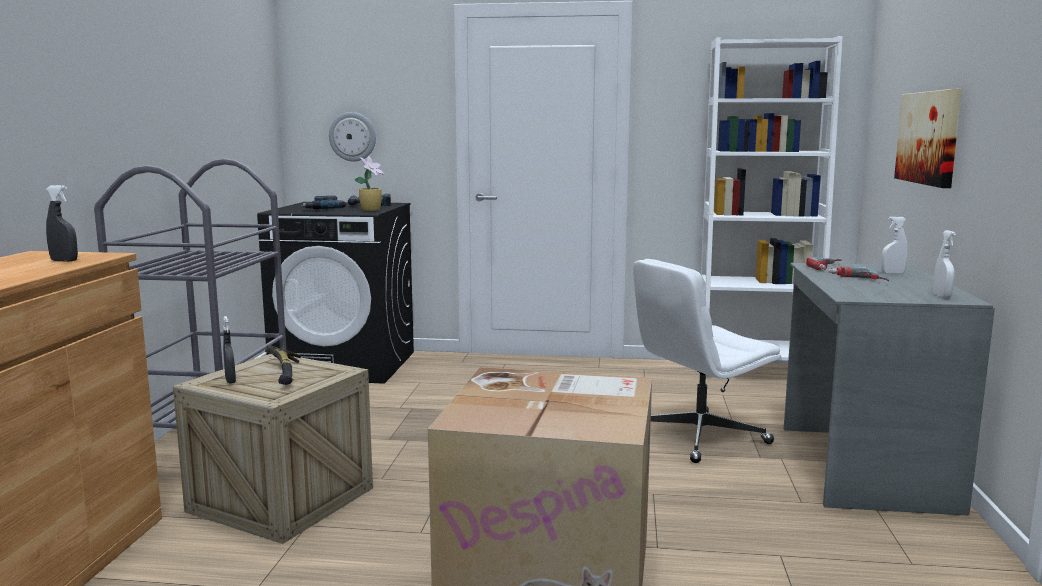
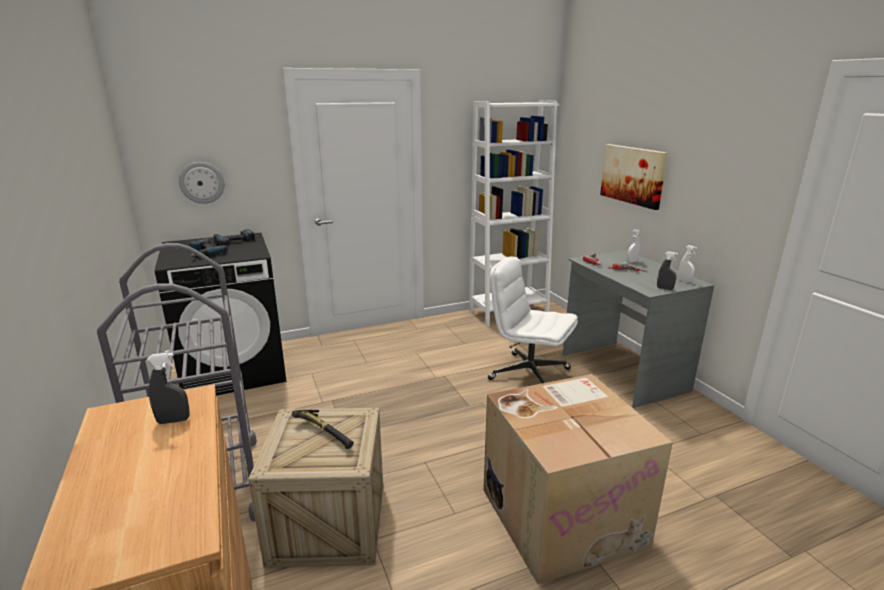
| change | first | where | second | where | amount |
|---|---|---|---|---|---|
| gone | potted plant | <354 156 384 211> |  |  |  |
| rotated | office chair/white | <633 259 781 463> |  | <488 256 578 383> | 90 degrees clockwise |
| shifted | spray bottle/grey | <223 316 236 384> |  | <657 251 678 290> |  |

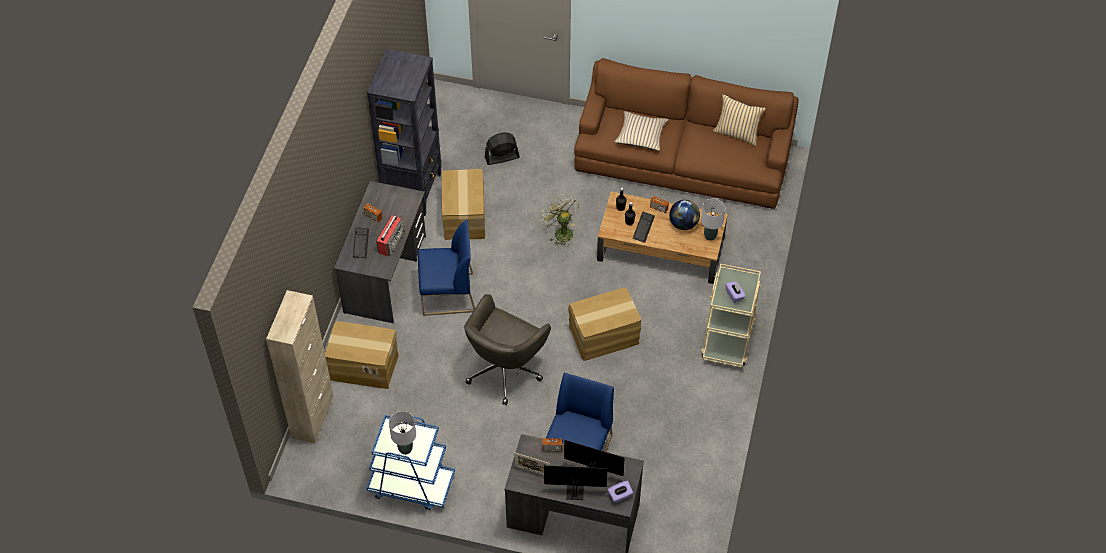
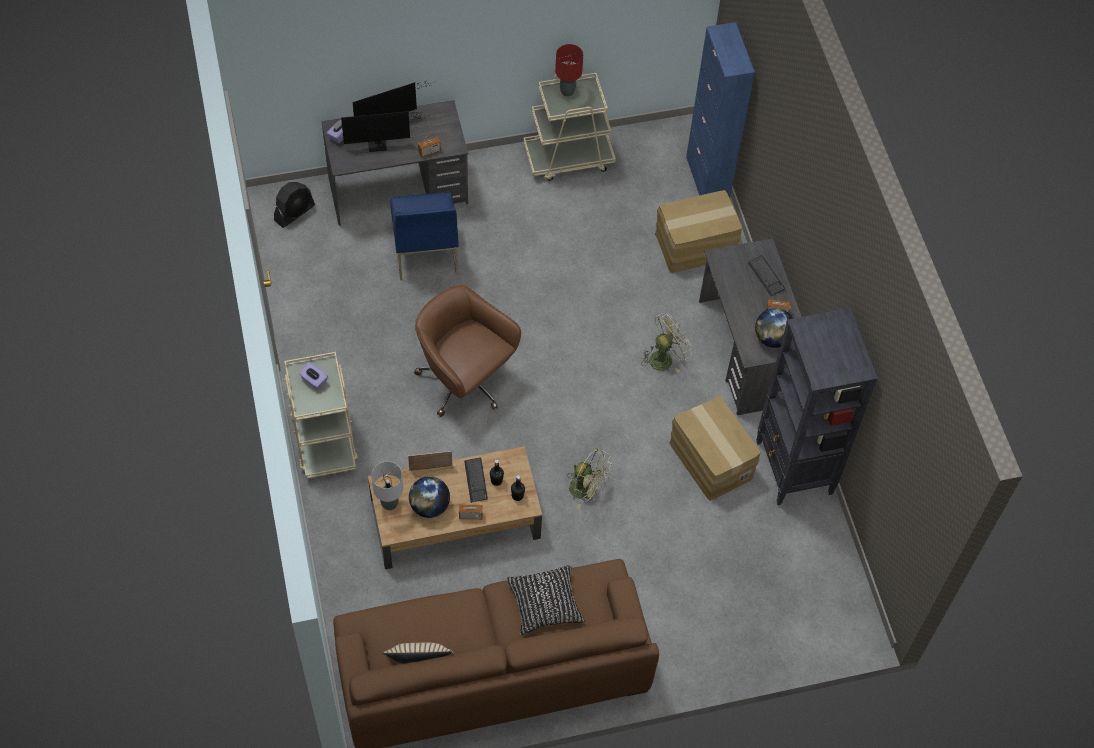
| change | first | where | second | where | amount |
|---|---|---|---|---|---|
| repainted | pillow/beige | <614 111 668 151> | pillow/black | <506 565 585 635> |  |
| shifted | fan/black | <485 132 520 165> |  | <274 182 315 228> |  |
| gone | radio | <376 215 405 256> |  |  |  |
| swapped | chair/blue | <418 220 475 316> | fan/green | <642 313 692 372> |  |
| swapped | cardboard box | <568 287 641 361> | office chair/brown | <414 285 521 417> |  |
| repainted | cabinet/beige | <266 290 334 443> | cabinet/blue | <686 22 755 198> |  |
| gone | office chair/grey | <464 294 551 405> |  |  |  |
| repainted | table lamp/grey | <389 411 416 455> | table lamp/red | <555 44 583 97> |  |
| repainted | cart/blue | <366 415 455 510> | cart/beige | <524 73 616 181> |  |
| shifted | picture frame | <514 452 550 475> |  | <408 451 453 471> |  |
| new |  |  | globe | <755 308 793 348> |  |

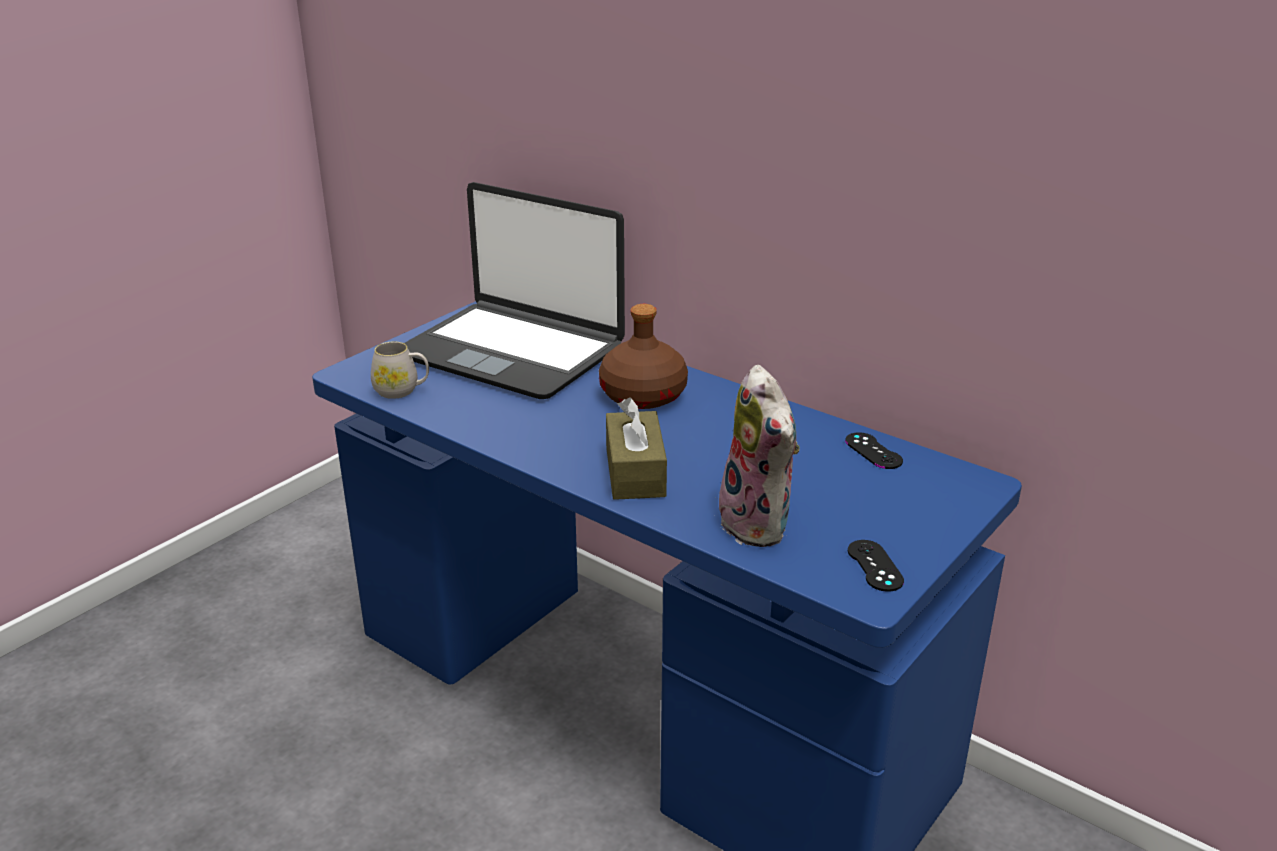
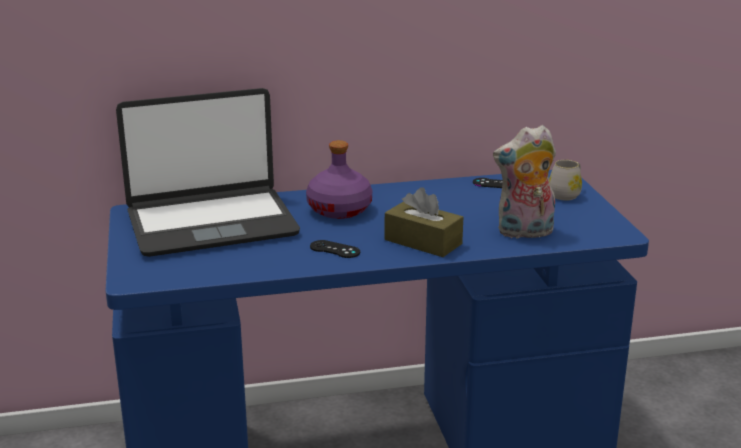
| change | first | where | second | where | amount |
|---|---|---|---|---|---|
| repainted | bottle/brown | <599 304 688 409> | bottle/purple | <306 140 372 219> |  |
| shifted | mug/white | <371 341 429 399> |  | <549 160 582 201> |  |
| rotated | plush toy | <719 365 800 547> |  | <493 125 556 240> | 150 degrees clockwise |
| shifted | game controller/black | <848 540 904 592> |  | <310 240 360 258> |  |

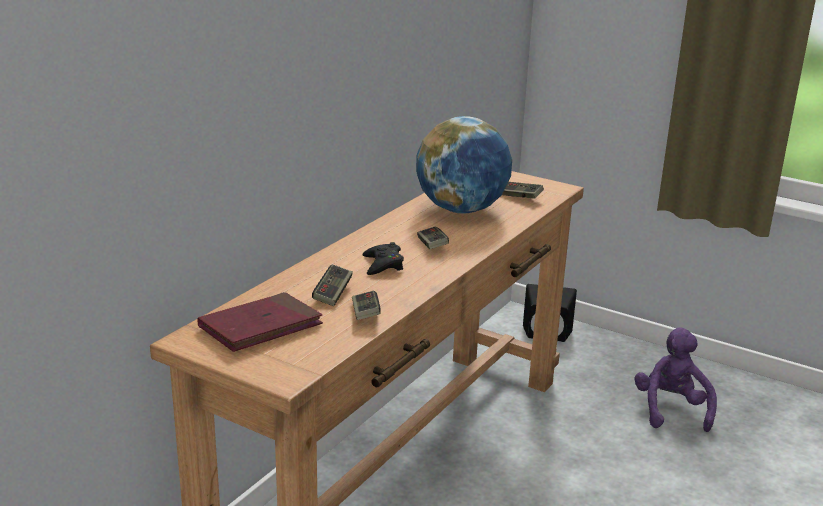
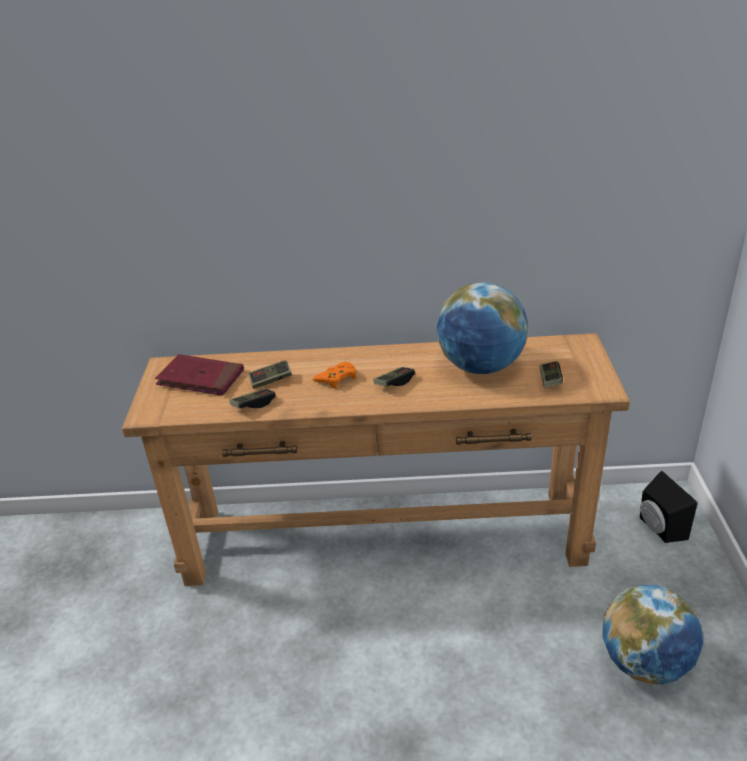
| change | first | where | second | where | amount |
|---|---|---|---|---|---|
| repainted | game controller/black | <362 242 404 275> | game controller/orange | <313 362 357 389> |  |
| swapped | plush toy/purple | <635 328 717 432> | globe | <602 585 703 684> |  |

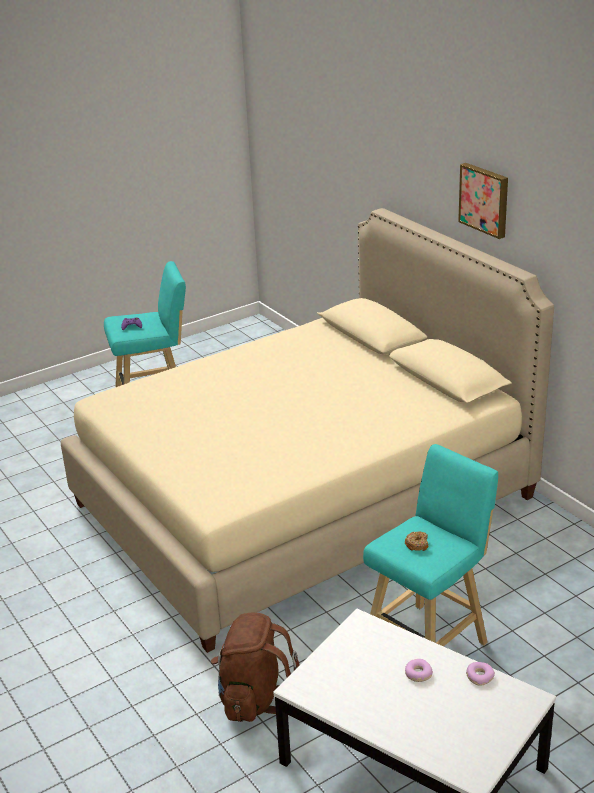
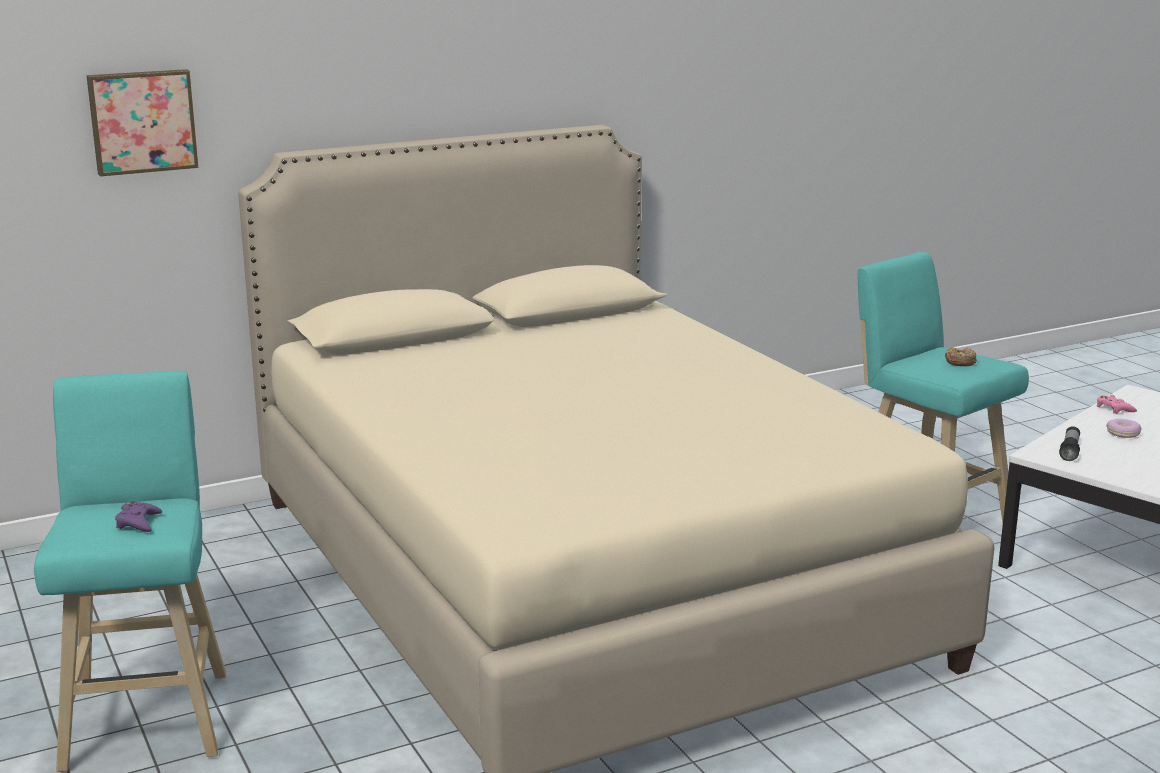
| change | first | where | second | where | amount |
|---|---|---|---|---|---|
| shifted | picture | <458 163 508 239> |  | <86 69 198 176> |  |
| gone | backpack/brown | <211 613 300 722> |  |  |  |
| swapped | donut | <466 662 495 686> | game controller/pink | <1097 395 1137 414> |  |
| new |  |  | flashlight | <1059 426 1080 461> |  |

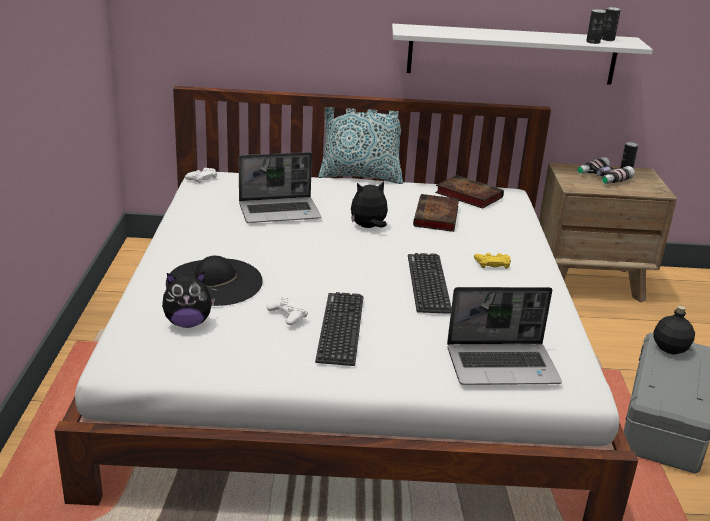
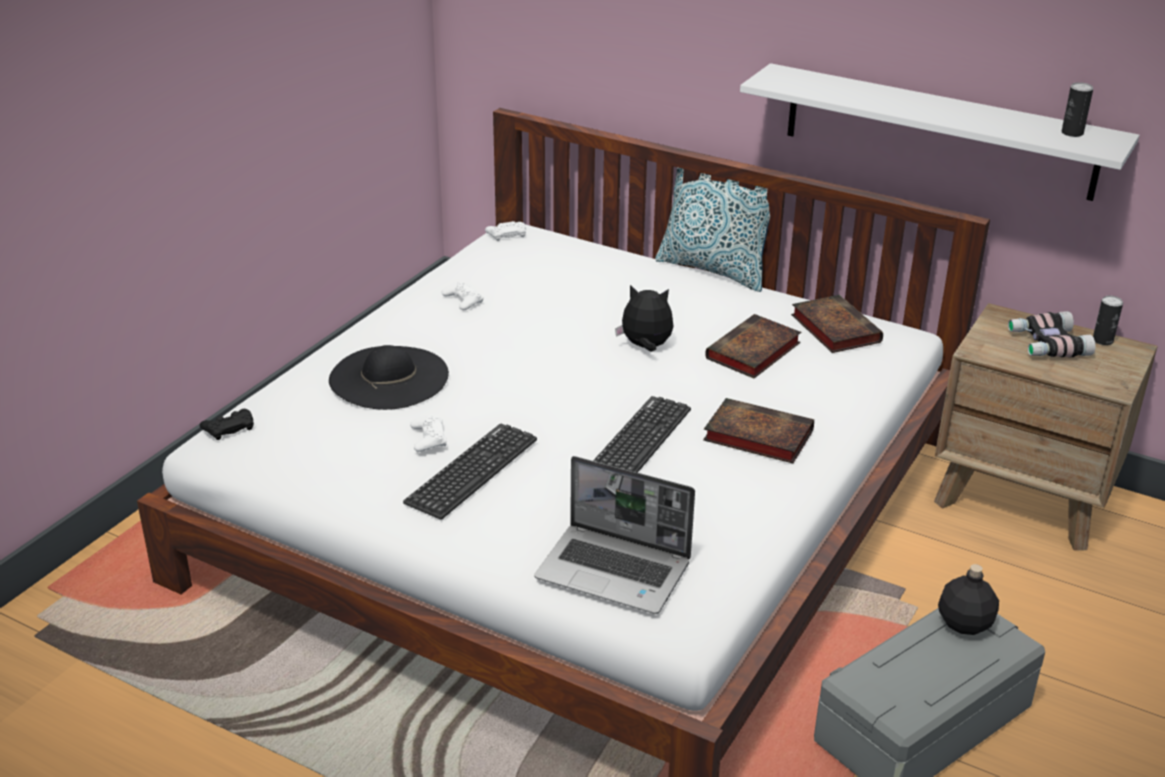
| change | first | where | second | where | amount |
|---|---|---|---|---|---|
| gone | can | <586 9 606 44> |  |  |  |
| gone | laptop | <239 152 321 223> |  |  |  |
| swapped | game controller/yellow | <474 253 511 269> | book | <703 398 814 463> |  |
| gone | plush toy | <162 272 215 328> |  |  |  |
| new |  |  | game controller/white | <441 282 484 310> |  |
| new |  |  | game controller/black | <200 409 254 440> |  |

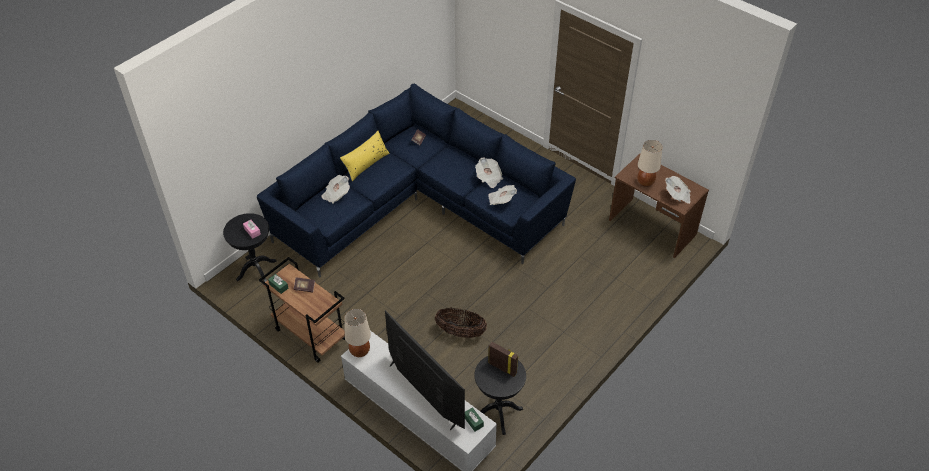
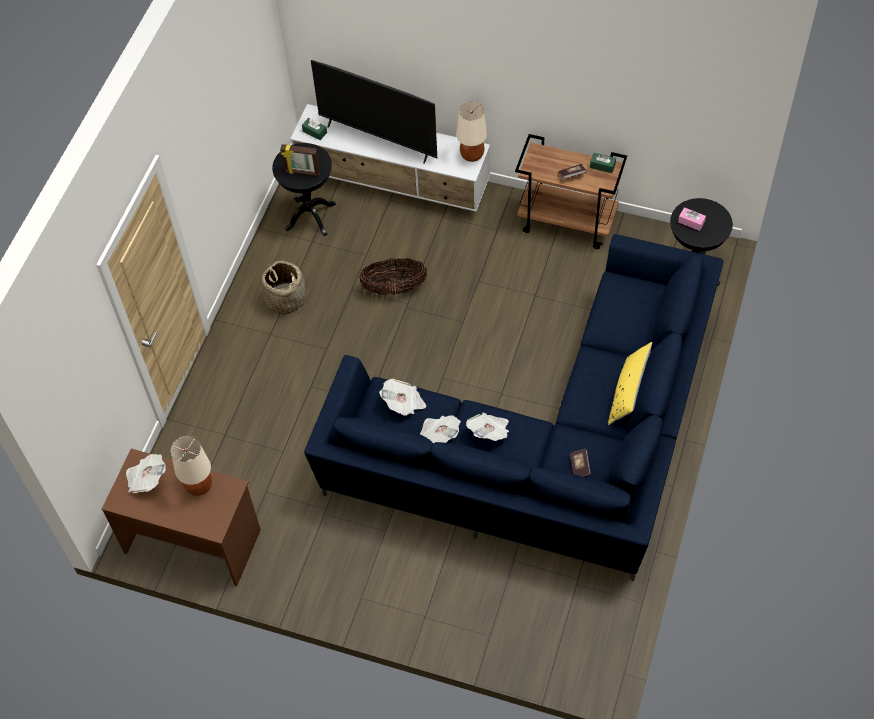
| change | first | where | second | where | amount |
|---|---|---|---|---|---|
| shifted | newspaper | <321 175 350 204> |  | <466 413 509 441> |  |
| new |  |  | basket | <262 261 306 314> |  |

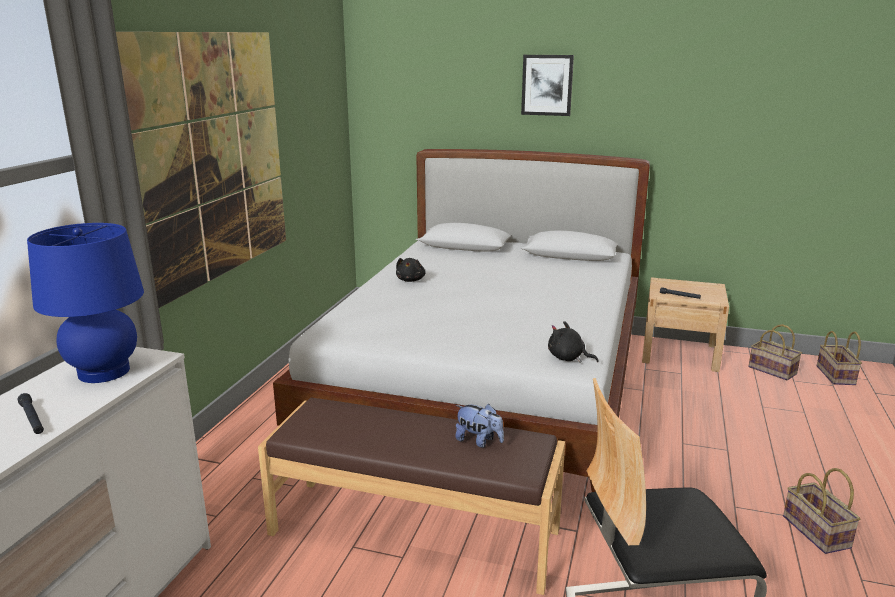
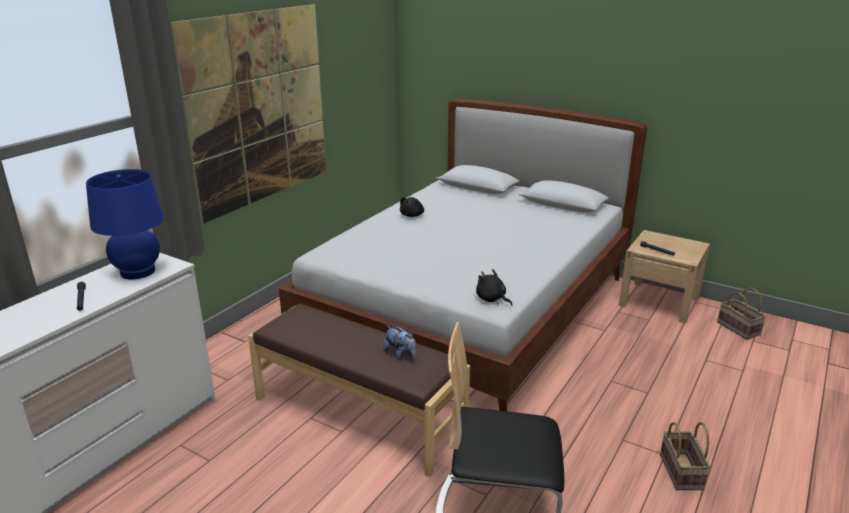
| change | first | where | second | where | amount |
|---|---|---|---|---|---|
| gone | picture | <521 55 574 116> |  |  |  |
| gone | basket | <817 331 862 385> |  |  |  |

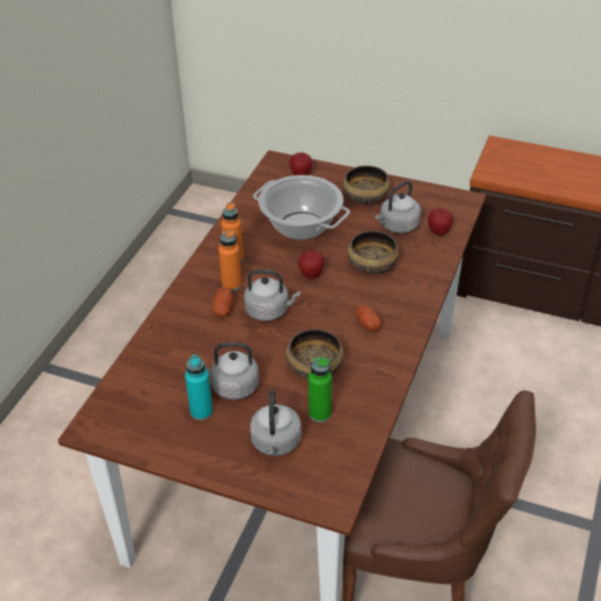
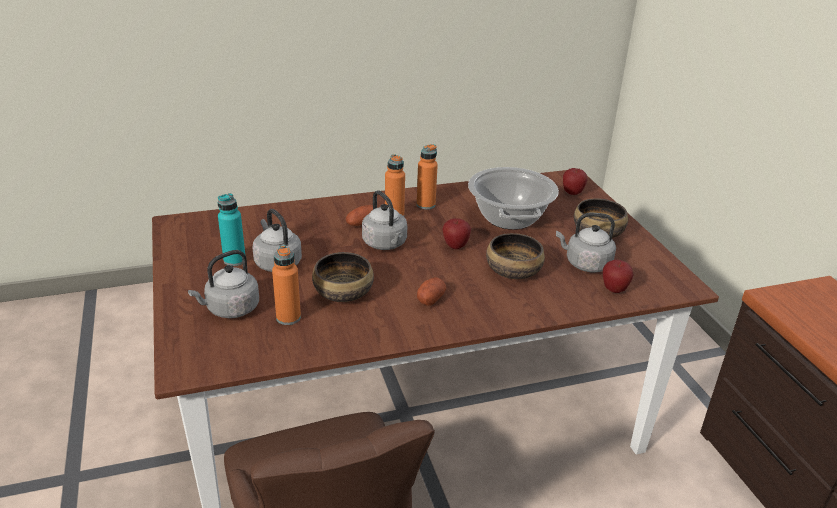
| change | first | where | second | where | amount |
|---|---|---|---|---|---|
| repainted | bottle/green | <308 357 332 422> | bottle/orange | <272 246 301 325> |  |

